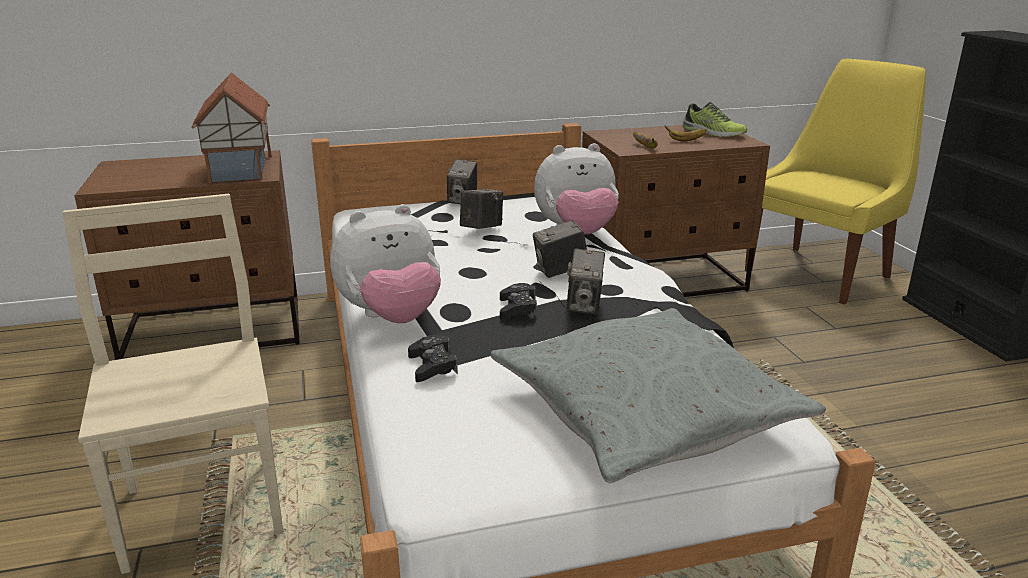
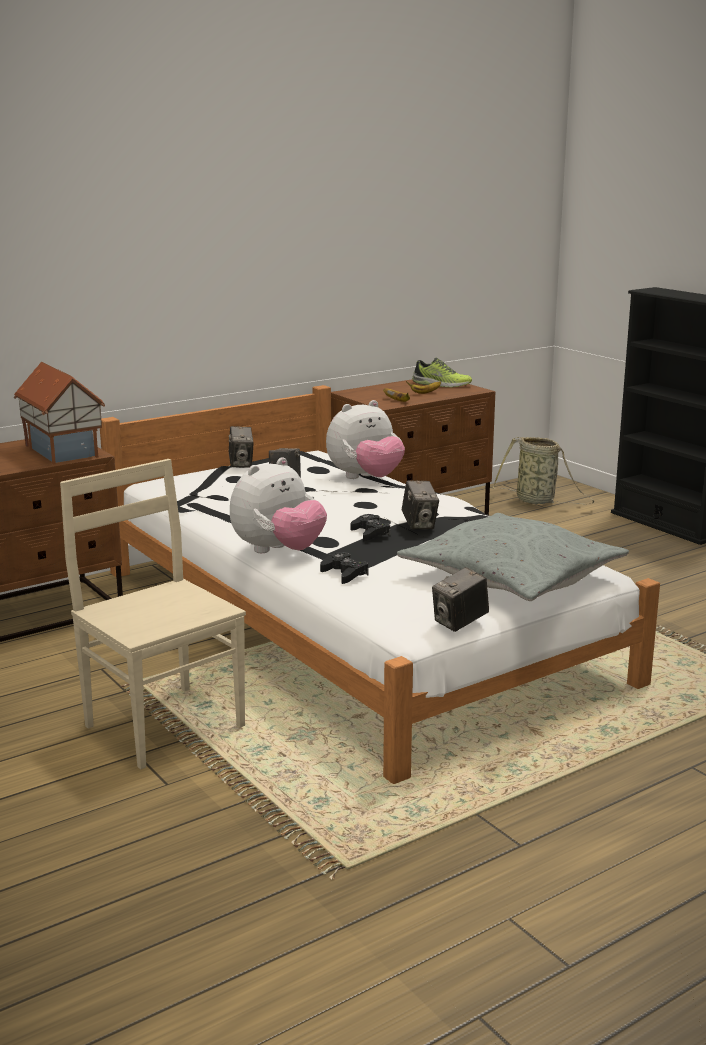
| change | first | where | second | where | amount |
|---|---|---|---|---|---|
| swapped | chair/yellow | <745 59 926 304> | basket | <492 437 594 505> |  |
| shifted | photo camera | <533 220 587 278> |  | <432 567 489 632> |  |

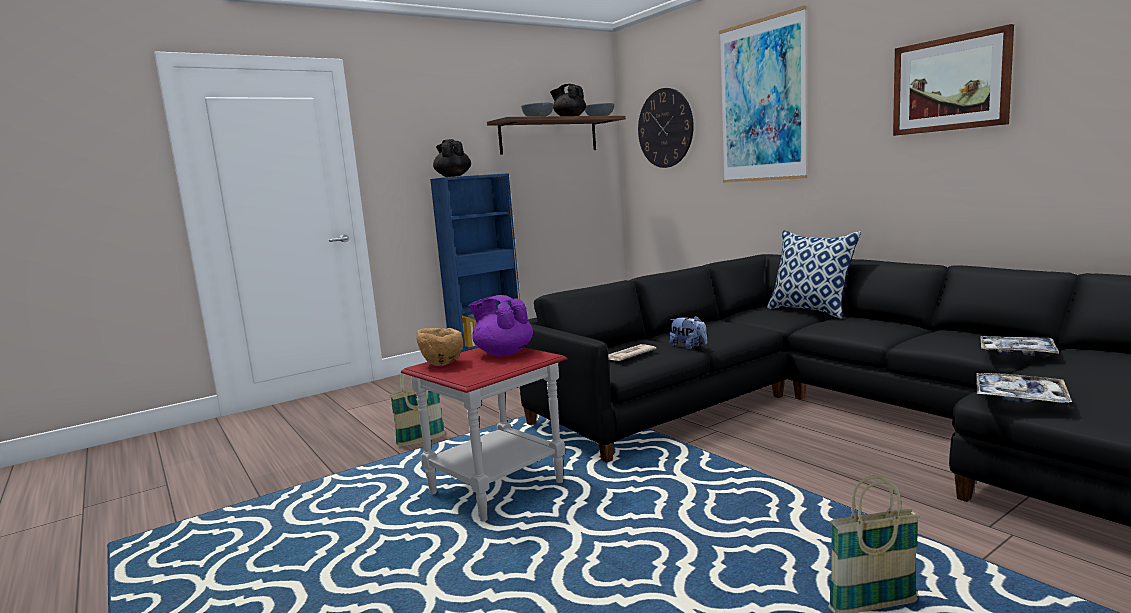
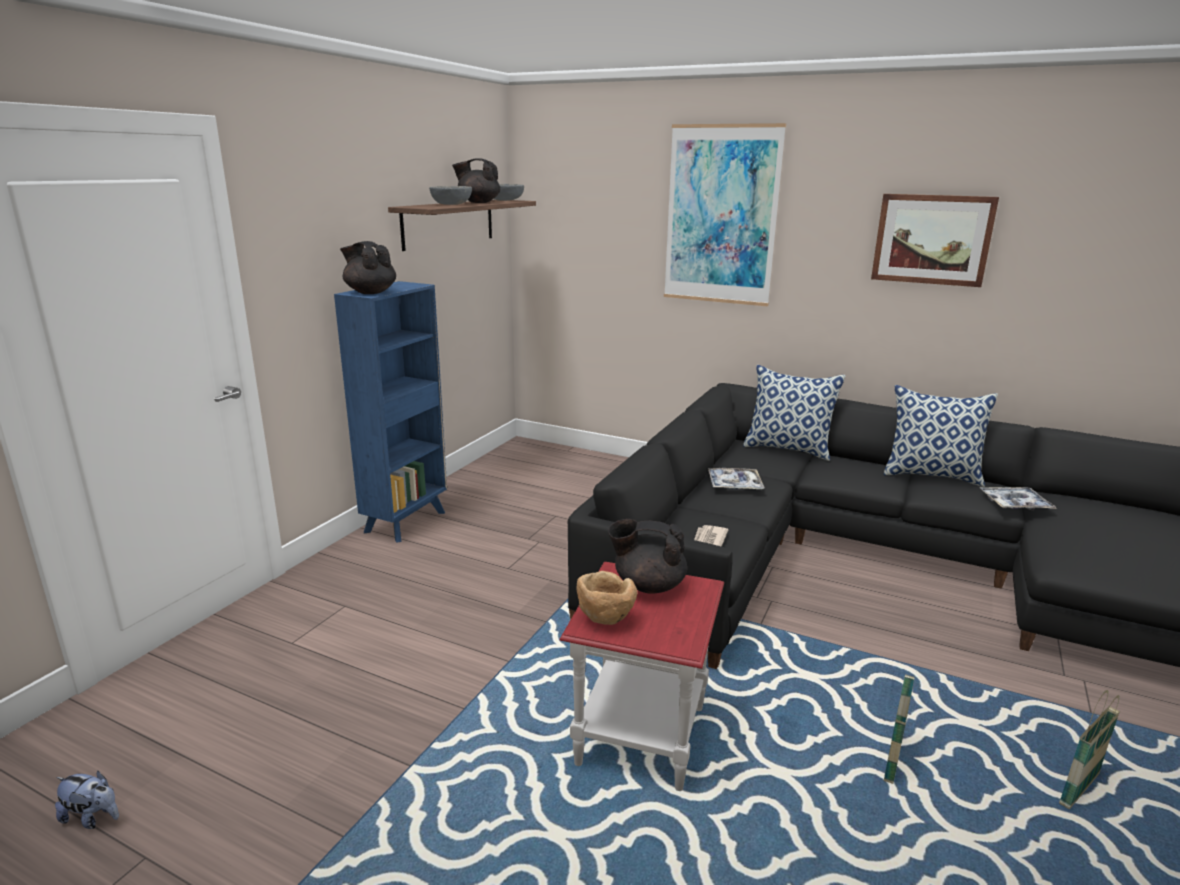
| change | first | where | second | where | amount |
|---|---|---|---|---|---|
| gone | wall clock | <638 88 694 168> |  |  |  |
| repainted | teapot/purple | <468 295 533 357> | teapot/black | <608 519 687 593> |  |
| shifted | plush toy | <670 315 708 350> |  | <55 771 119 829> |  |
| shifted | basket | <389 366 445 447> |  | <884 674 915 784> |  |
| shifted | tray | <976 373 1072 403> |  | <708 468 765 489> |  |
| new |  |  | pillow | <884 385 998 487> |  |

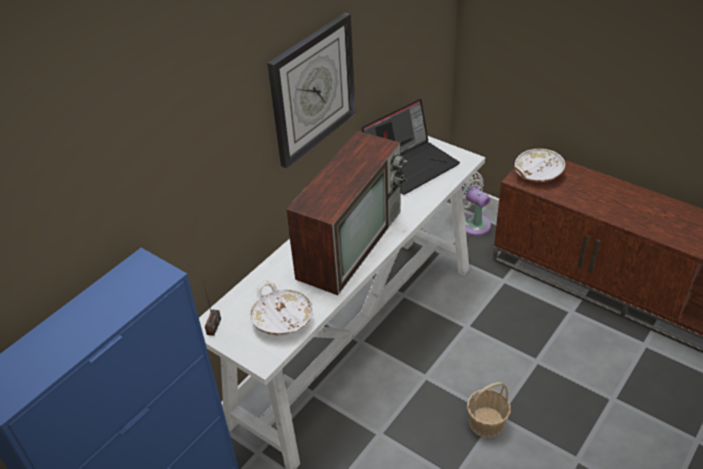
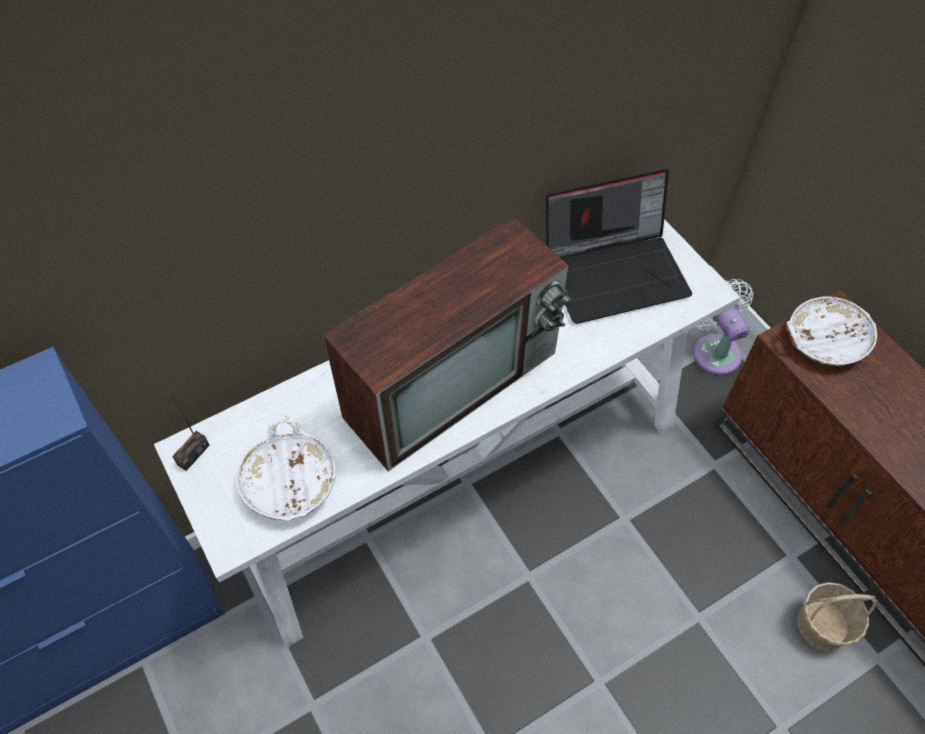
| change | first | where | second | where | amount |
|---|---|---|---|---|---|
| gone | wall clock | <267 12 355 168> |  |  |  |
| shifted | basket | <467 382 511 438> |  | <797 582 877 651> |  |

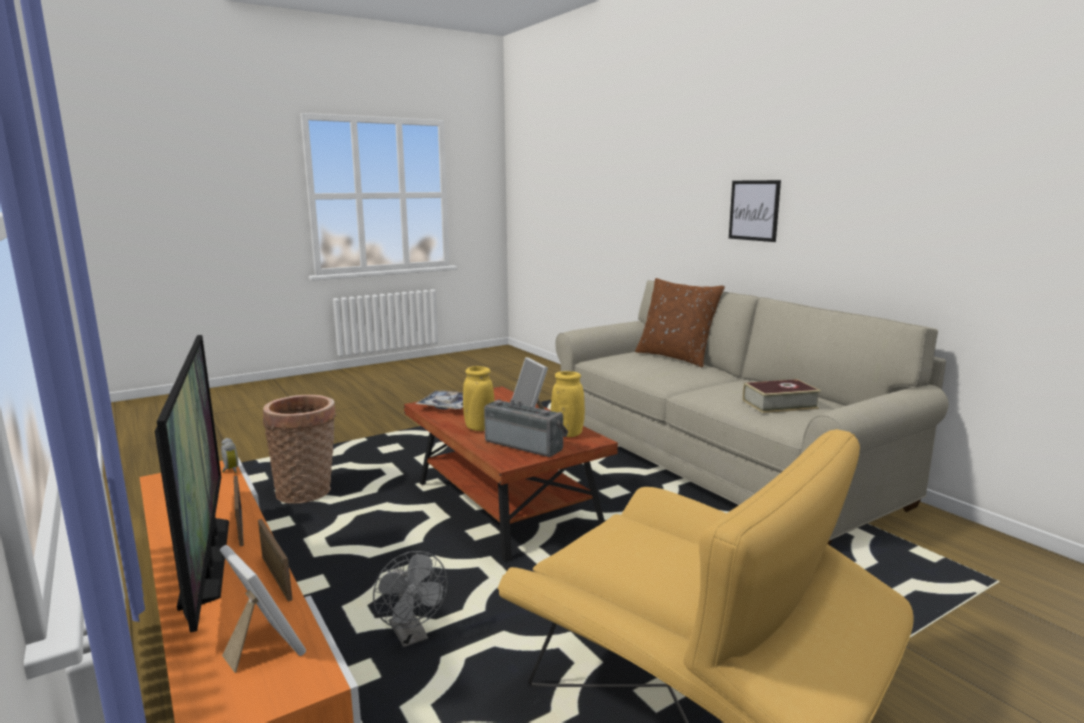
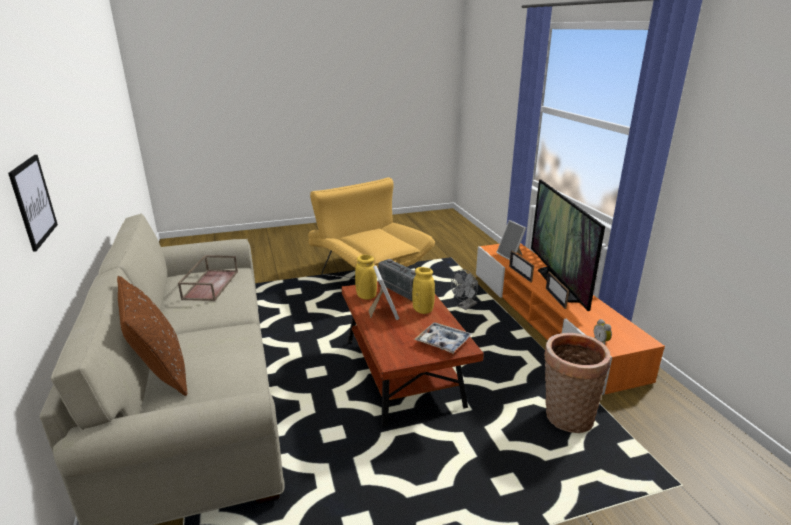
| change | first | where | second | where | amount |
|---|---|---|---|---|---|
| swapped | book | <743 379 821 413> | tray/brown | <178 255 238 301> |  |
| rotated | fan/grey | <373 551 448 647> |  | <451 269 478 310> | 120 degrees counterclockwise |

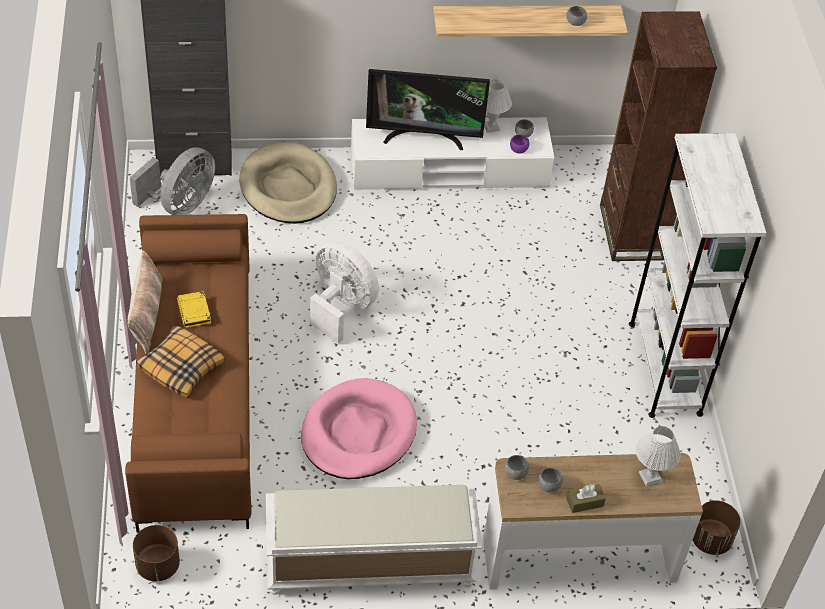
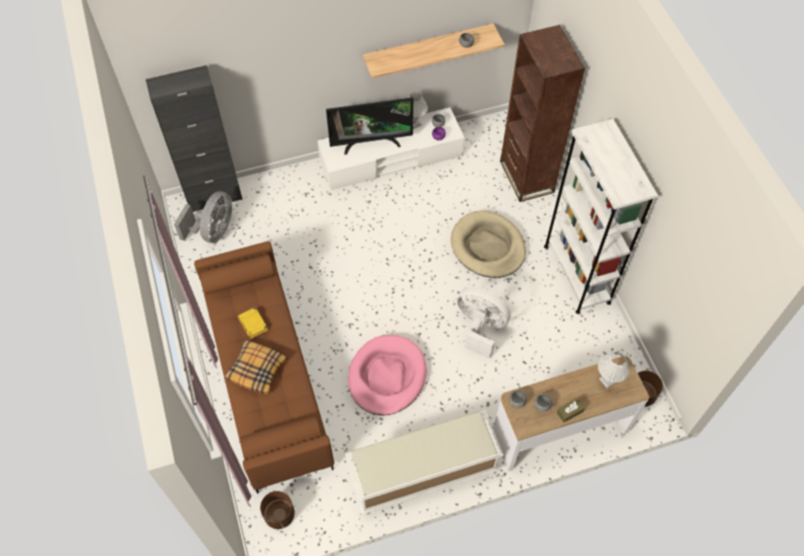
| change | first | where | second | where | amount |
|---|---|---|---|---|---|
| shifted | dog bed/beige | <239 142 337 224> |  | <451 210 526 278> |  |
| shifted | fan/white | <310 240 379 344> |  | <457 287 511 359> |  |
| gone | pillow | <128 250 163 354> |  |  |  |

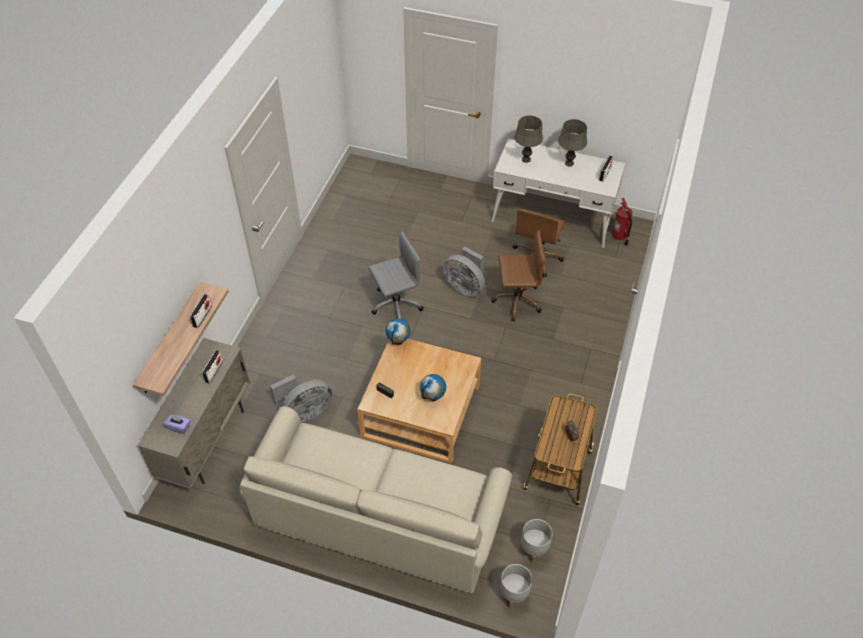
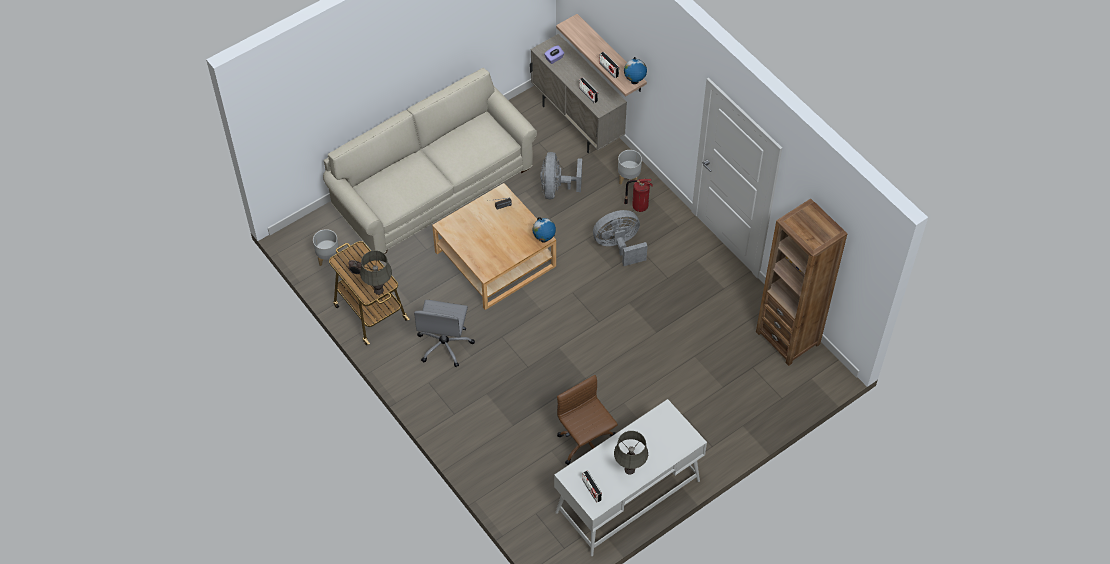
| change | first | where | second | where | amount |
|---|---|---|---|---|---|
| shifted | table lamp/grey | <514 115 543 163> |  | <360 250 392 295> |  |
| shifted | fire extinguisher | <612 198 633 246> |  | <624 178 653 212> |  |
| gone | office chair/brown | <491 230 545 321> |  |  |  |
| shifted | office chair/grey | <369 231 423 319> |  | <414 300 475 367> |  |
| shifted | fan/grey | <443 246 485 297> |  | <593 210 648 266> |  |
| shifted | globe | <420 374 446 401> |  | <624 57 647 84> |  |
| shifted | planter/grey | <499 564 532 609> |  | <618 150 642 185> |  |
| new |  |  | bookcase/brown | <756 199 847 366> |  |

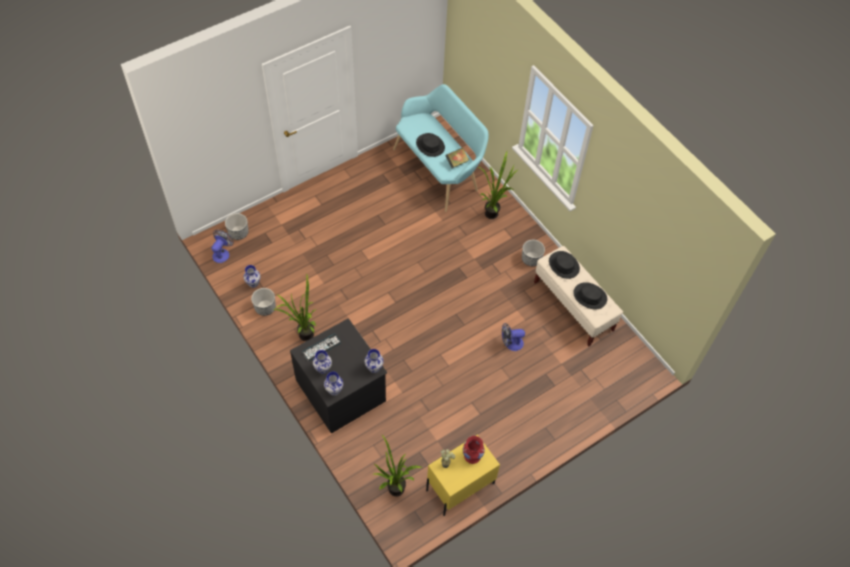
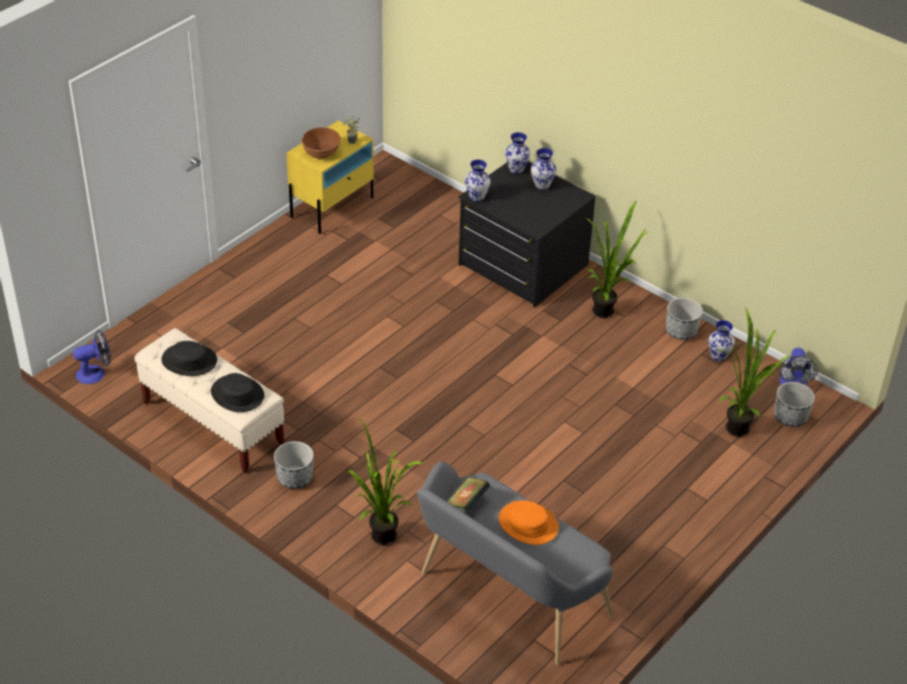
| change | first | where | second | where | amount |
|---|---|---|---|---|---|
| repainted | bench/turquoise | <393 84 489 212> | bench/grey | <417 462 614 665> |  |
| repainted | hat/black | <416 133 445 157> | hat/orange | <499 501 559 545> |  |
| shifted | fan | <502 323 525 351> |  | <73 330 111 384> |  |
| gone | keyboard | <302 334 341 361> |  |  |  |
| shifted | potted plant | <372 434 422 496> |  | <717 307 790 437> |  |
| swapped | vase/red | <463 436 485 464> | bowl/brown | <301 127 341 159> |  |

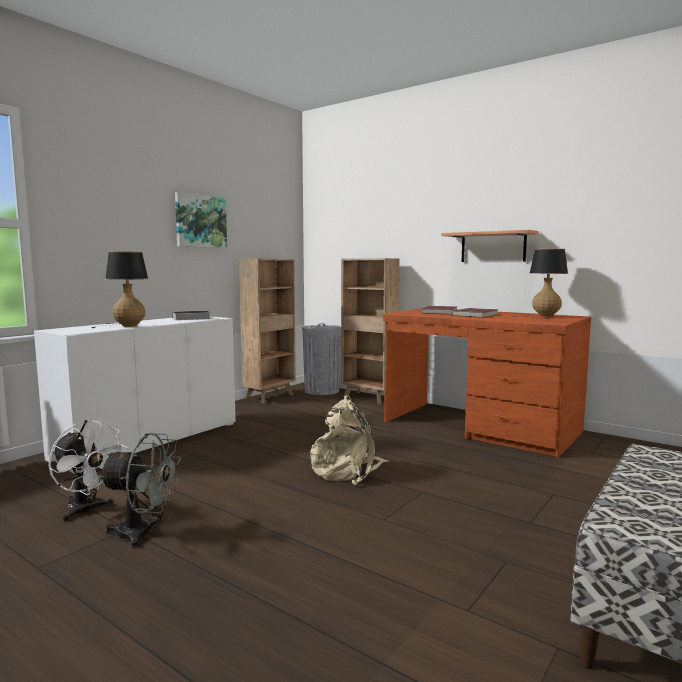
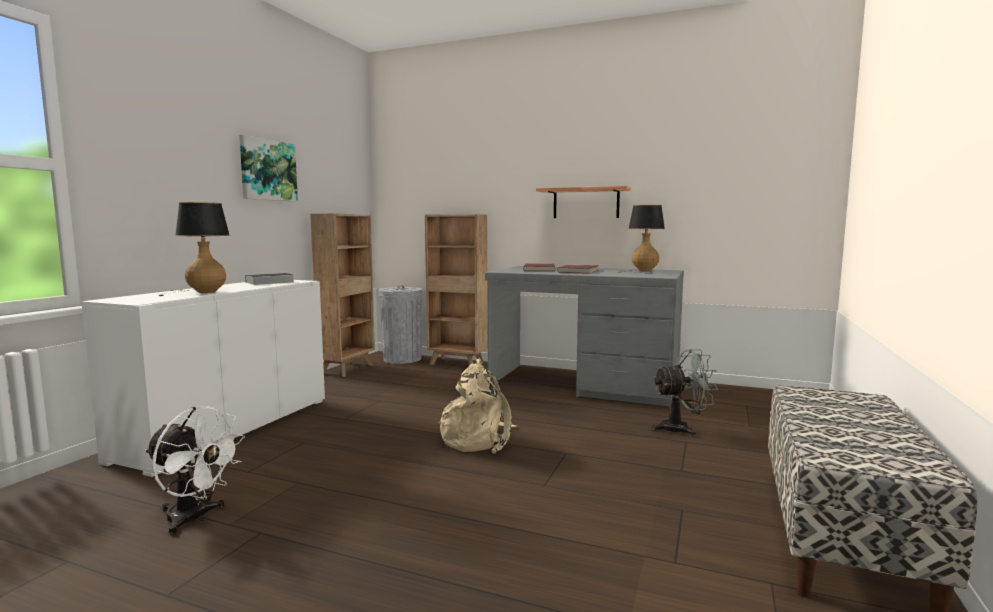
| change | first | where | second | where | amount |
|---|---|---|---|---|---|
| repainted | desk/brown | <383 309 591 458> | desk/grey | <485 266 684 408> |  |
| shifted | fan/grey | <98 433 181 548> |  | <651 349 718 437> |  |

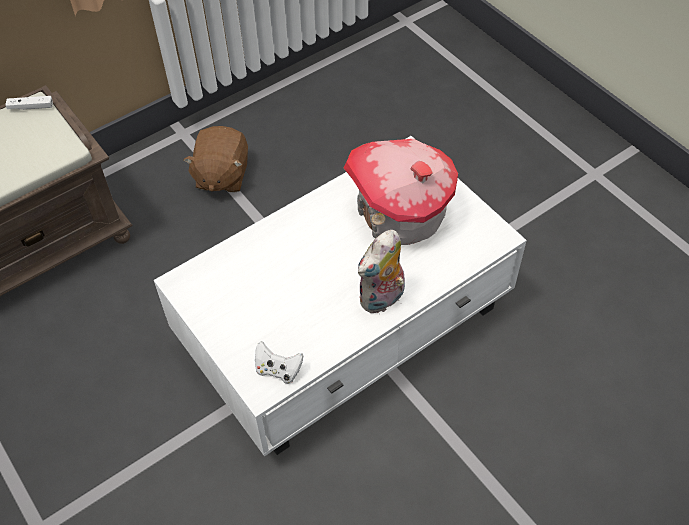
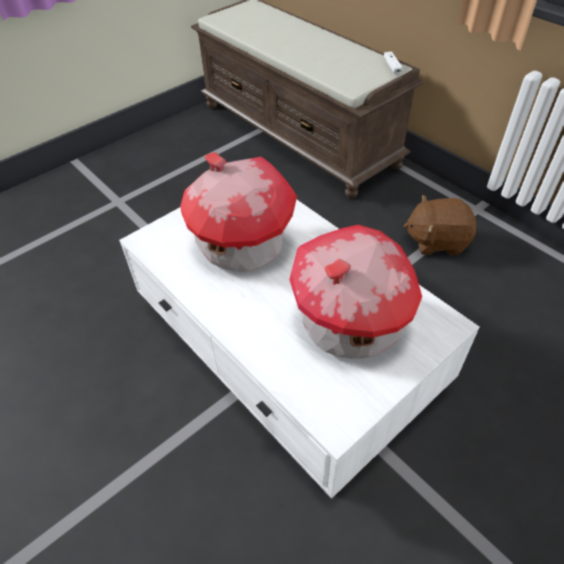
| change | first | where | second | where | amount |
|---|---|---|---|---|---|
| gone | plush toy | <358 230 405 313> |  |  |  |
| gone | game controller/white | <255 341 303 384> |  |  |  |
| new |  |  | toy house | <180 152 297 272> |  |

